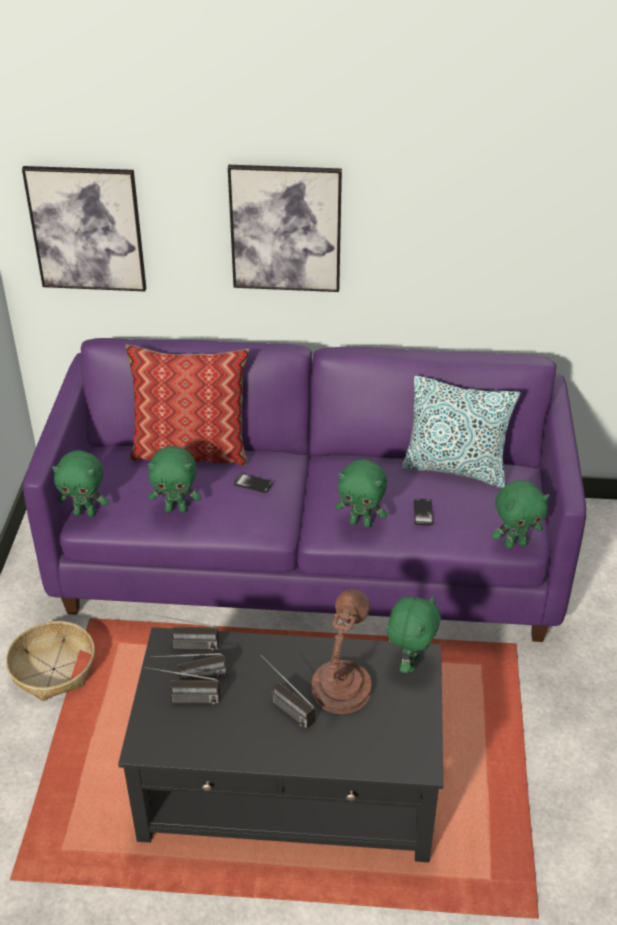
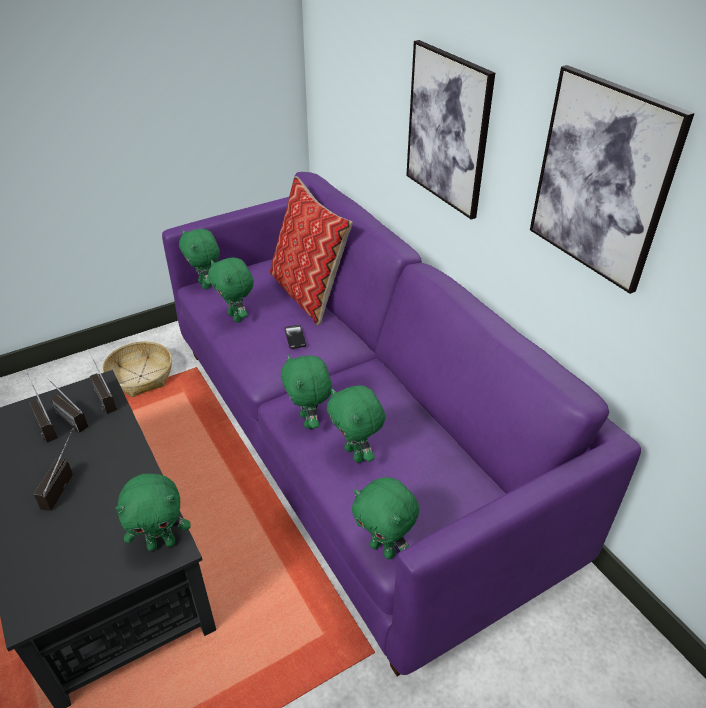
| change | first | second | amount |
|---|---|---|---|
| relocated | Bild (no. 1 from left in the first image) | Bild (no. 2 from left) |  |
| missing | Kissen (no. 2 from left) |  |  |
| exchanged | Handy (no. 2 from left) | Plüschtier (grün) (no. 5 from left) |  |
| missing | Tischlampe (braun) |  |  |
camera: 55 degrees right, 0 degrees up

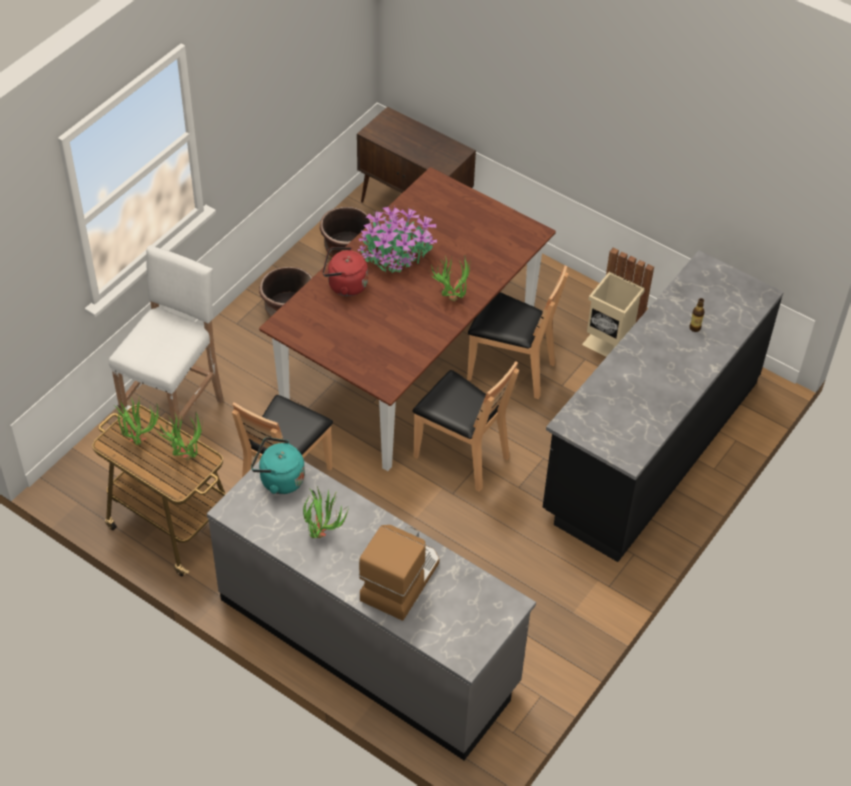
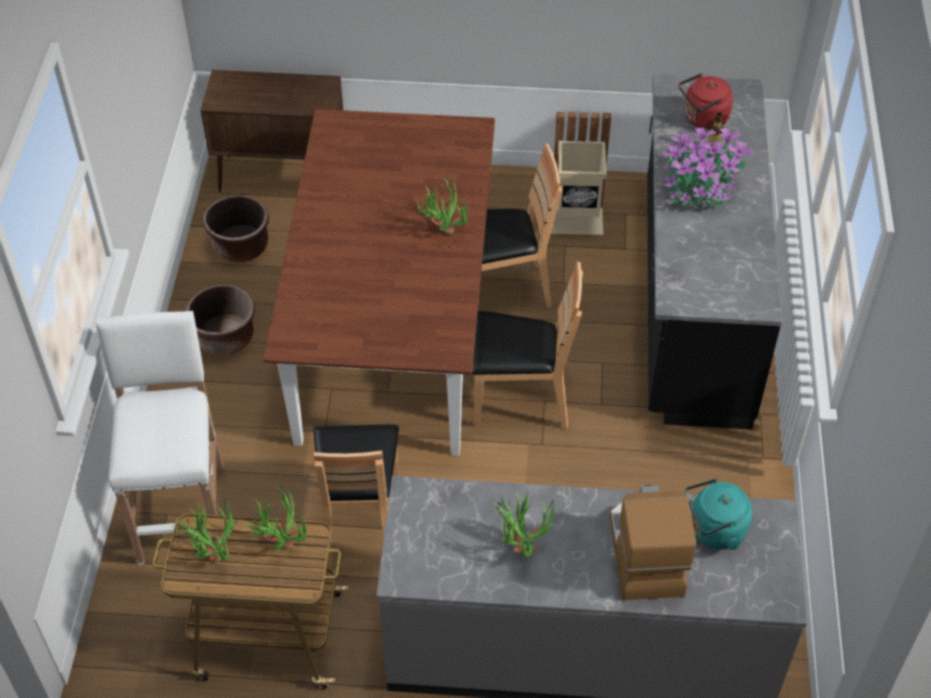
| change | first | second | amount |
|---|---|---|---|
| relocated | Topfpflanze (no. 4 from left in the first image) | Topfpflanze (no. 5 from left) |  |
| relocated | Wasserkessel (rot) |  |  |
| relocated | Wasserkessel (türkis) |  |  |
camera: 30 degrees left, 0 degrees up

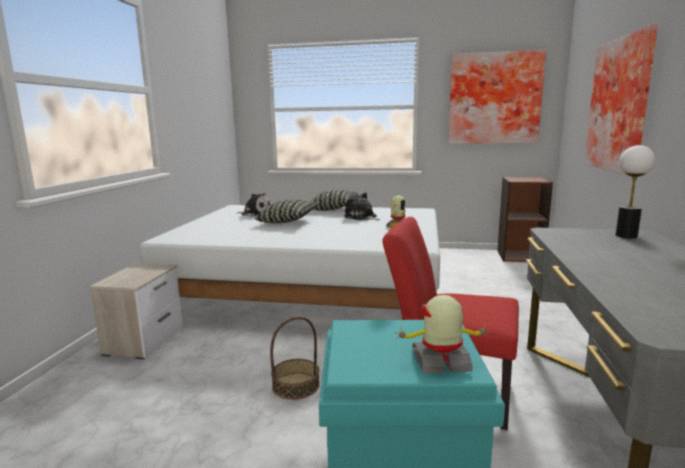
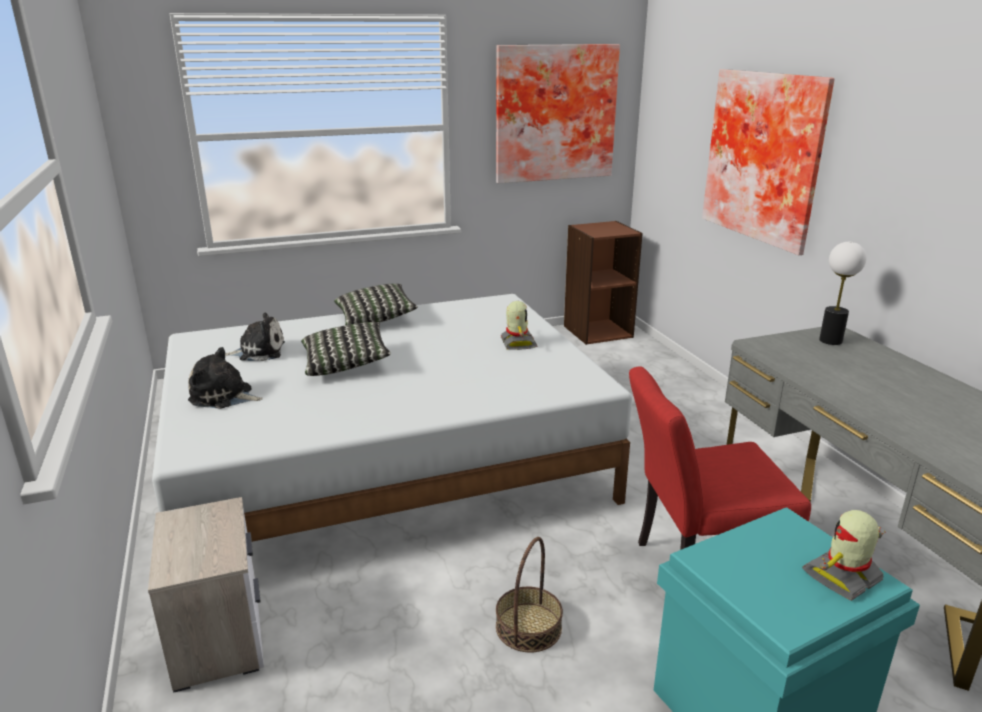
| change | first | second | amount |
|---|---|---|---|
| relocated | Plüschtier (no. 2 from left in the first image) | Plüschtier (no. 1 from left) |  |
camera: 30 degrees left, 10 degrees up

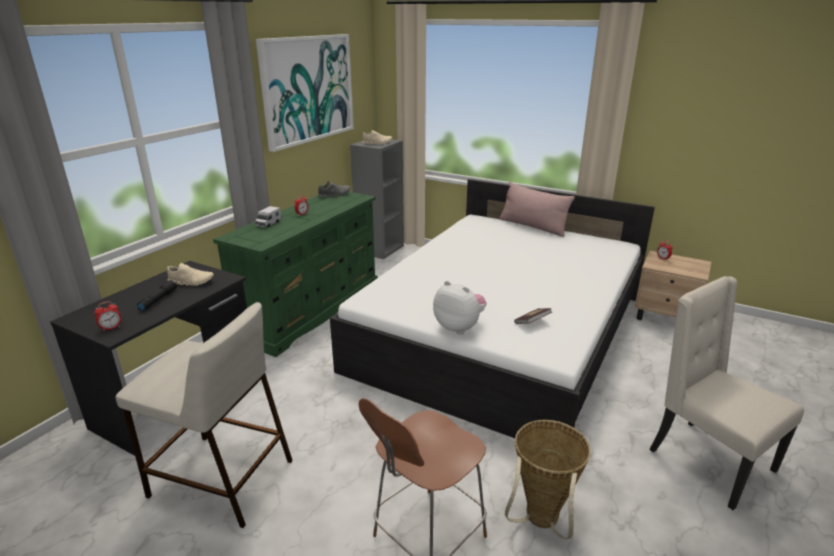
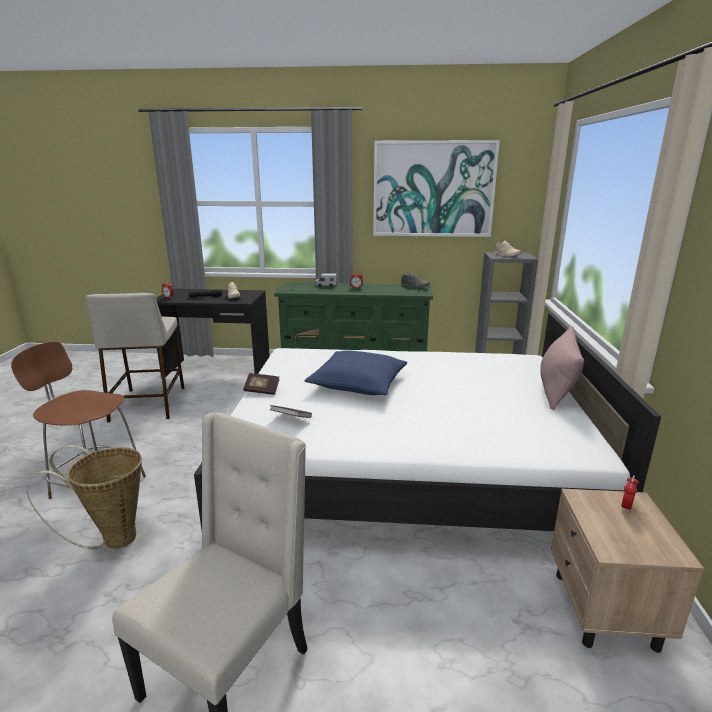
| change | first | second | amount |
|---|---|---|---|
| exchanged | Plüschtier | Buch (no. 1 from left) |  |
| appeared |  | Kissen (blau) |  |
camera: 65 degrees right, 5 degrees down

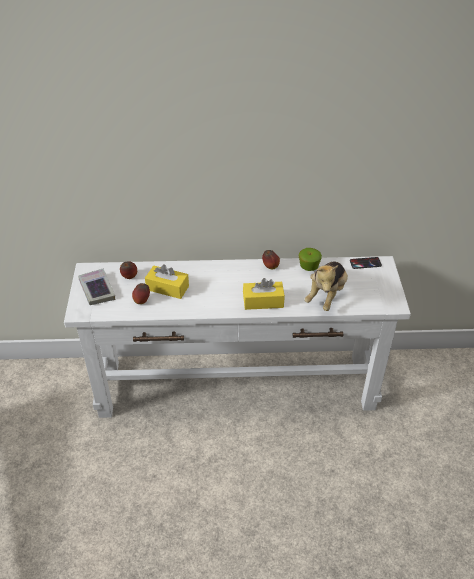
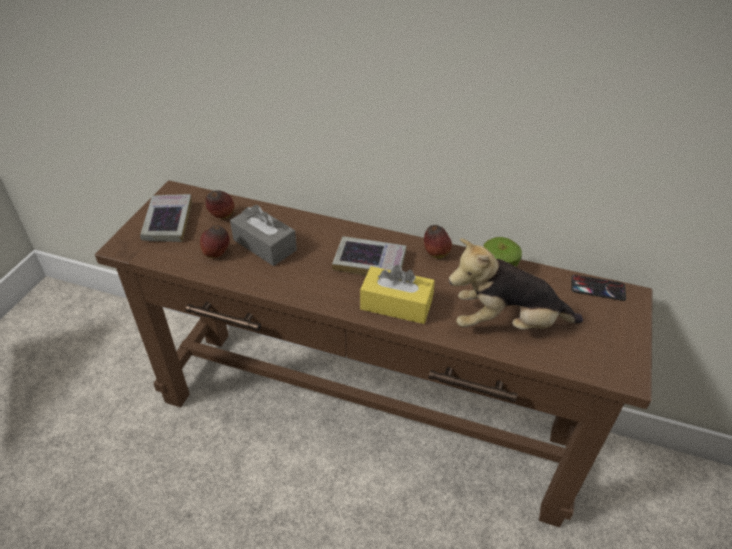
| change | first | second | amount |
|---|---|---|---|
| colour | Konsolentisch (weiß) | Konsolentisch (braun) |  |
| spun | Plüschtier |  | 45 degrees clockwise |
| colour | Taschentuchbox (gelb) (no. 1 from left) | Taschentuchbox (grau) |  |
| appeared |  | Buch (no. 2 from left) |  |
camera: 20 degrees right, 0 degrees up

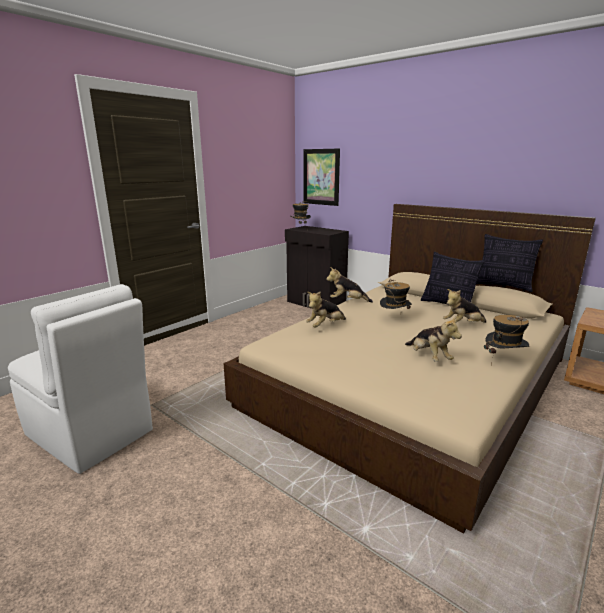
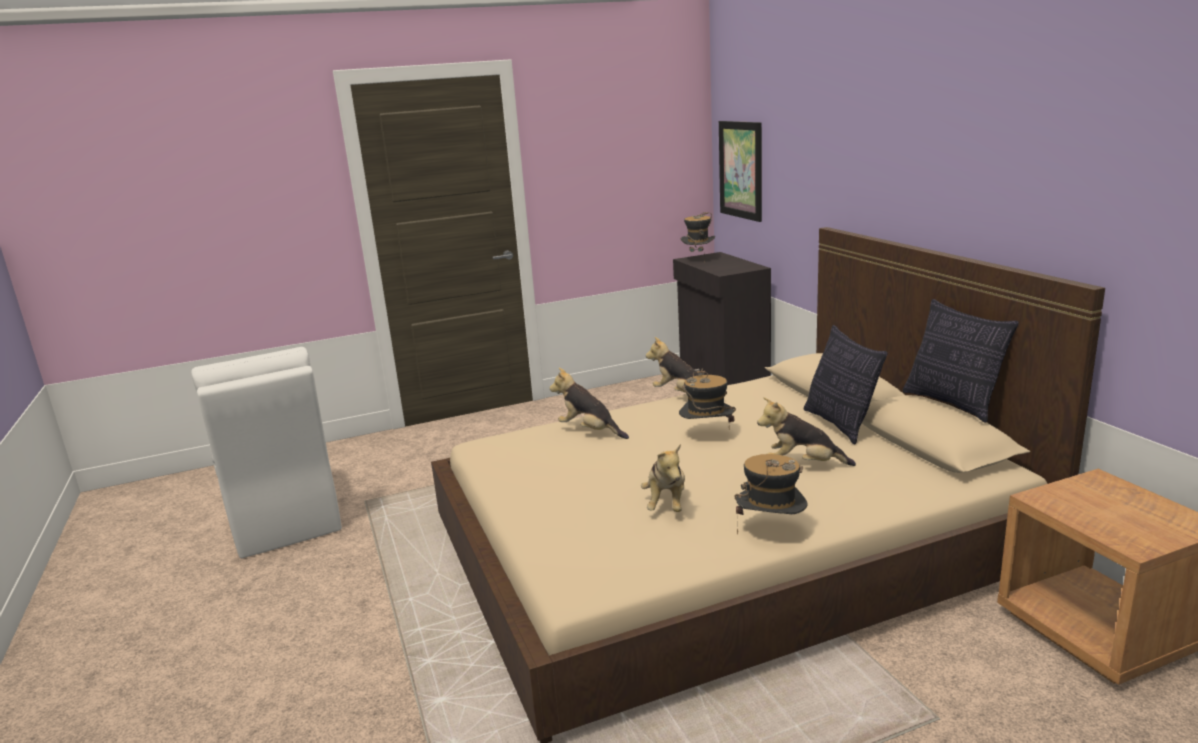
| change | first | second | amount |
|---|---|---|---|
| spun | Plüschtier (no. 1 from left) |  | 45 degrees clockwise |
camera: 30 degrees right, 0 degrees up

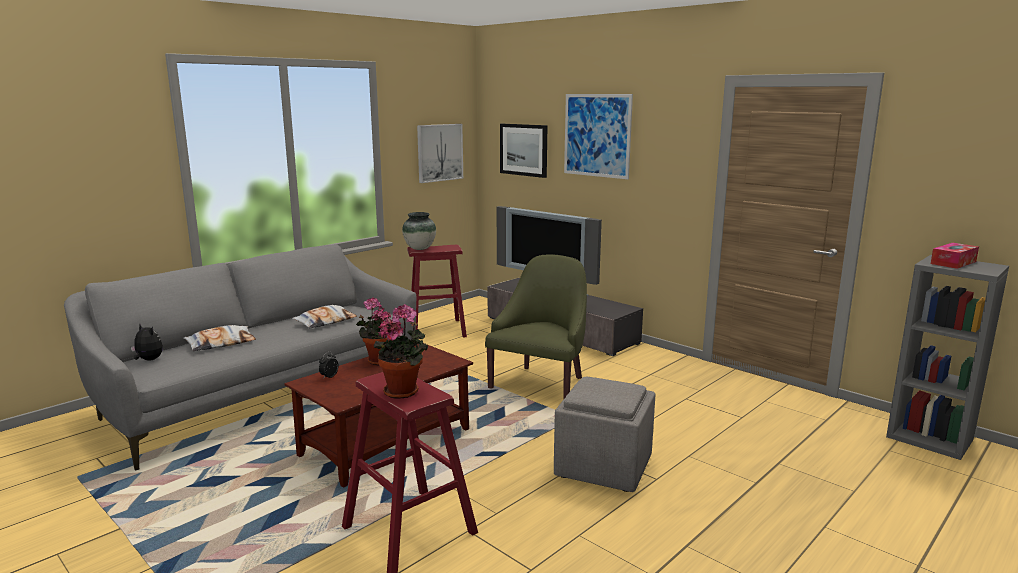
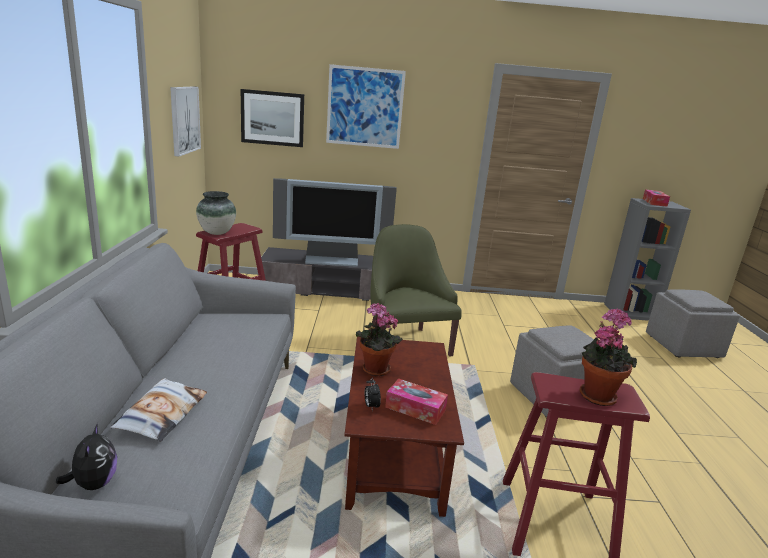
| change | first | second | amount |
|---|---|---|---|
| missing | Kissen (no. 2 from left) |  |  |
| spun | Plüschtier |  | 90 degrees clockwise |
| appeared |  | Polsterhocker (grau) (no. 2 from left) |  |
| appeared |  | Taschentuchbox (no. 1 from left) |  |
camera: 45 degrees left, 5 degrees up

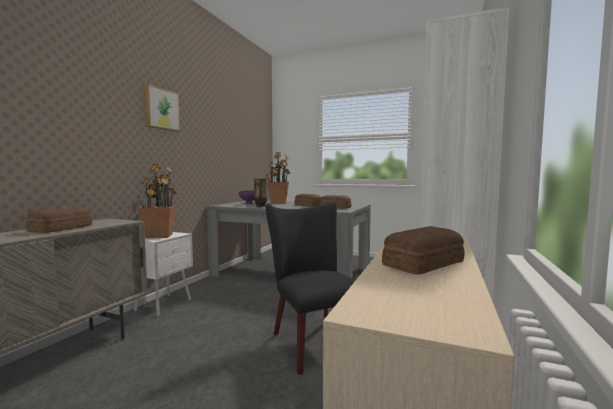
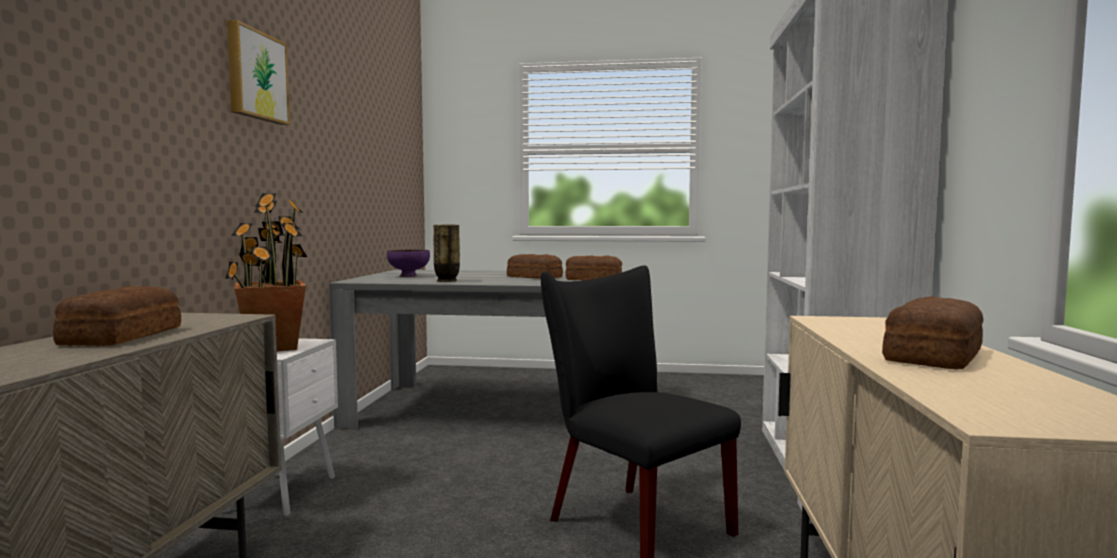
| change | first | second | amount |
|---|---|---|---|
| missing | Topfpflanze (no. 2 from left) |  |  |
camera: 15 degrees left, 0 degrees up

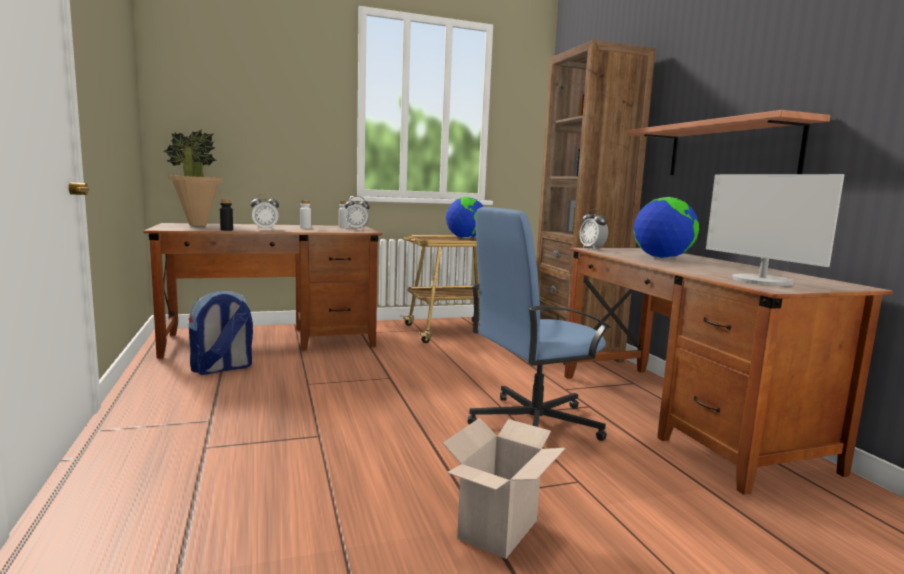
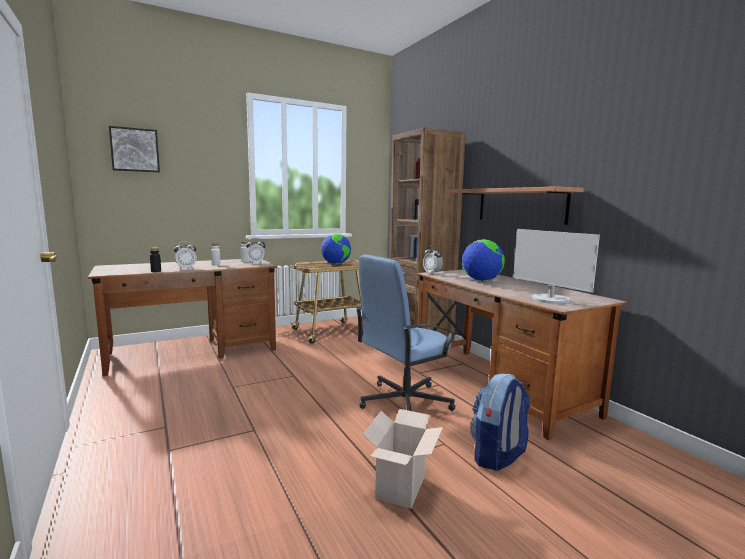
| change | first | second | amount |
|---|---|---|---|
| missing | Topfpflanze |  |  |
| relocated | Rucksack |  |  |
| appeared |  | Bild |  |
camera: 10 degrees left, 0 degrees up

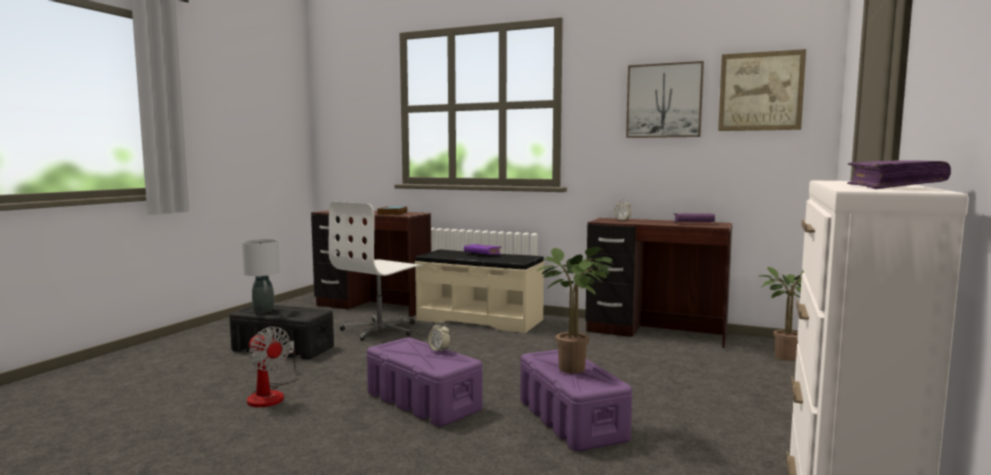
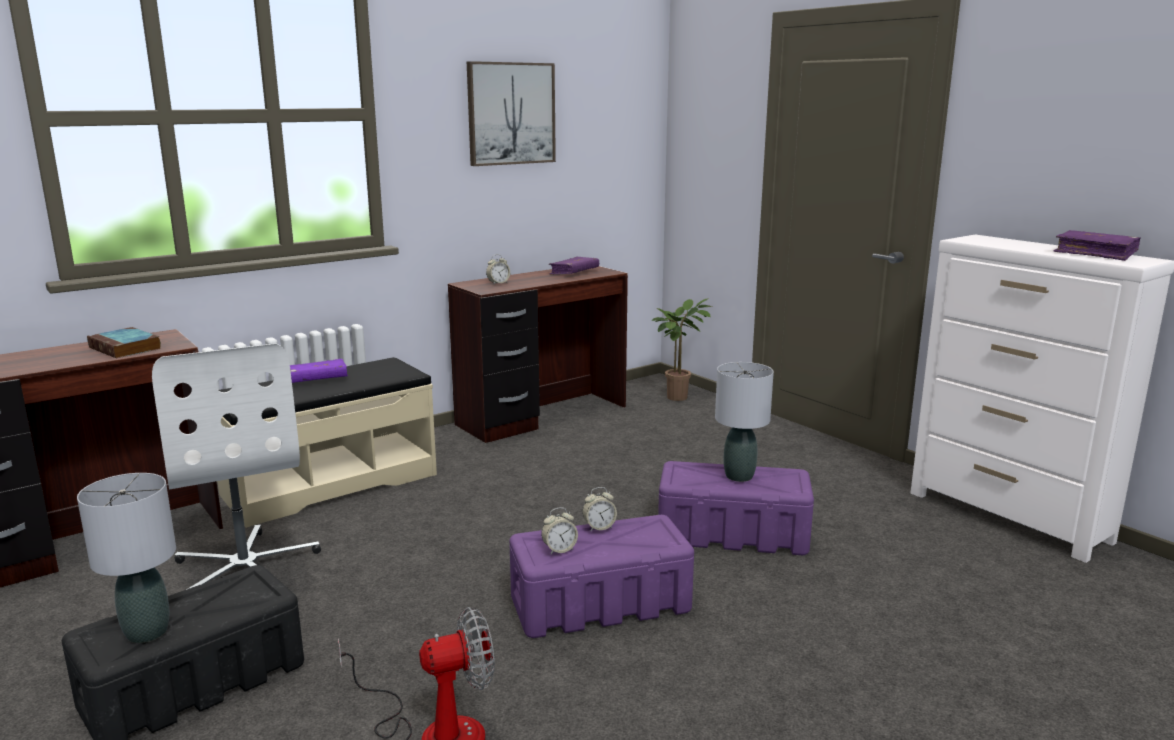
| change | first | second | amount |
|---|---|---|---|
| missing | Bild (no. 2 from left) |  |  |
| exchanged | Topfpflanze (no. 1 from left) | Tischlampe (grau) (no. 2 from left) |  |
| appeared |  | Wecker (no. 2 from left) |  |
camera: 60 degrees left, 10 degrees up

